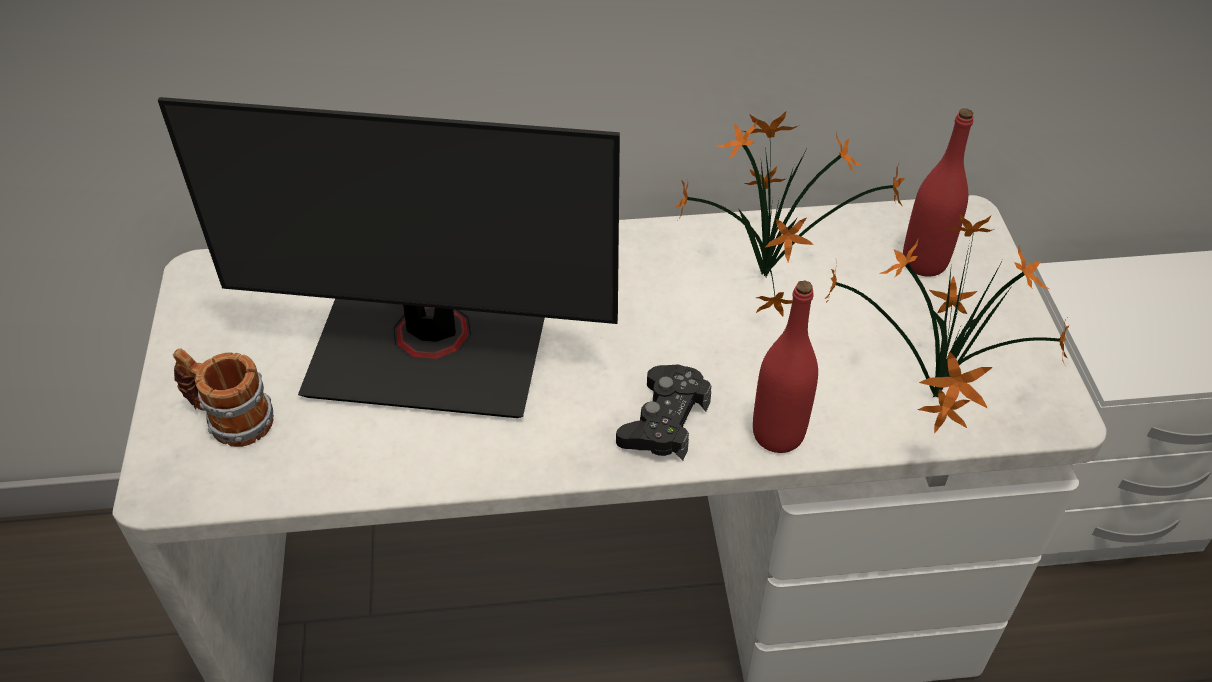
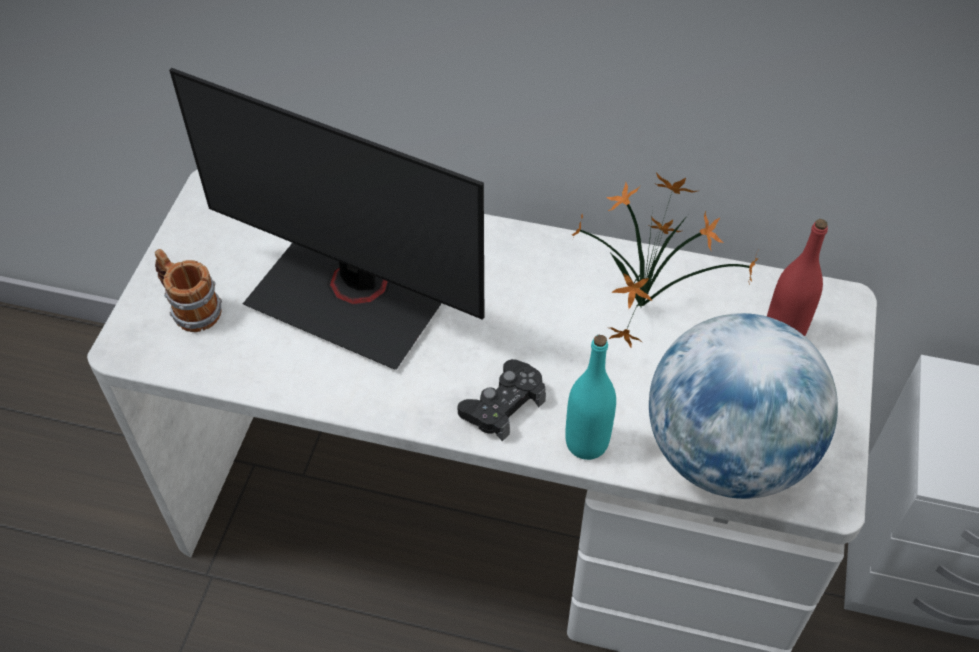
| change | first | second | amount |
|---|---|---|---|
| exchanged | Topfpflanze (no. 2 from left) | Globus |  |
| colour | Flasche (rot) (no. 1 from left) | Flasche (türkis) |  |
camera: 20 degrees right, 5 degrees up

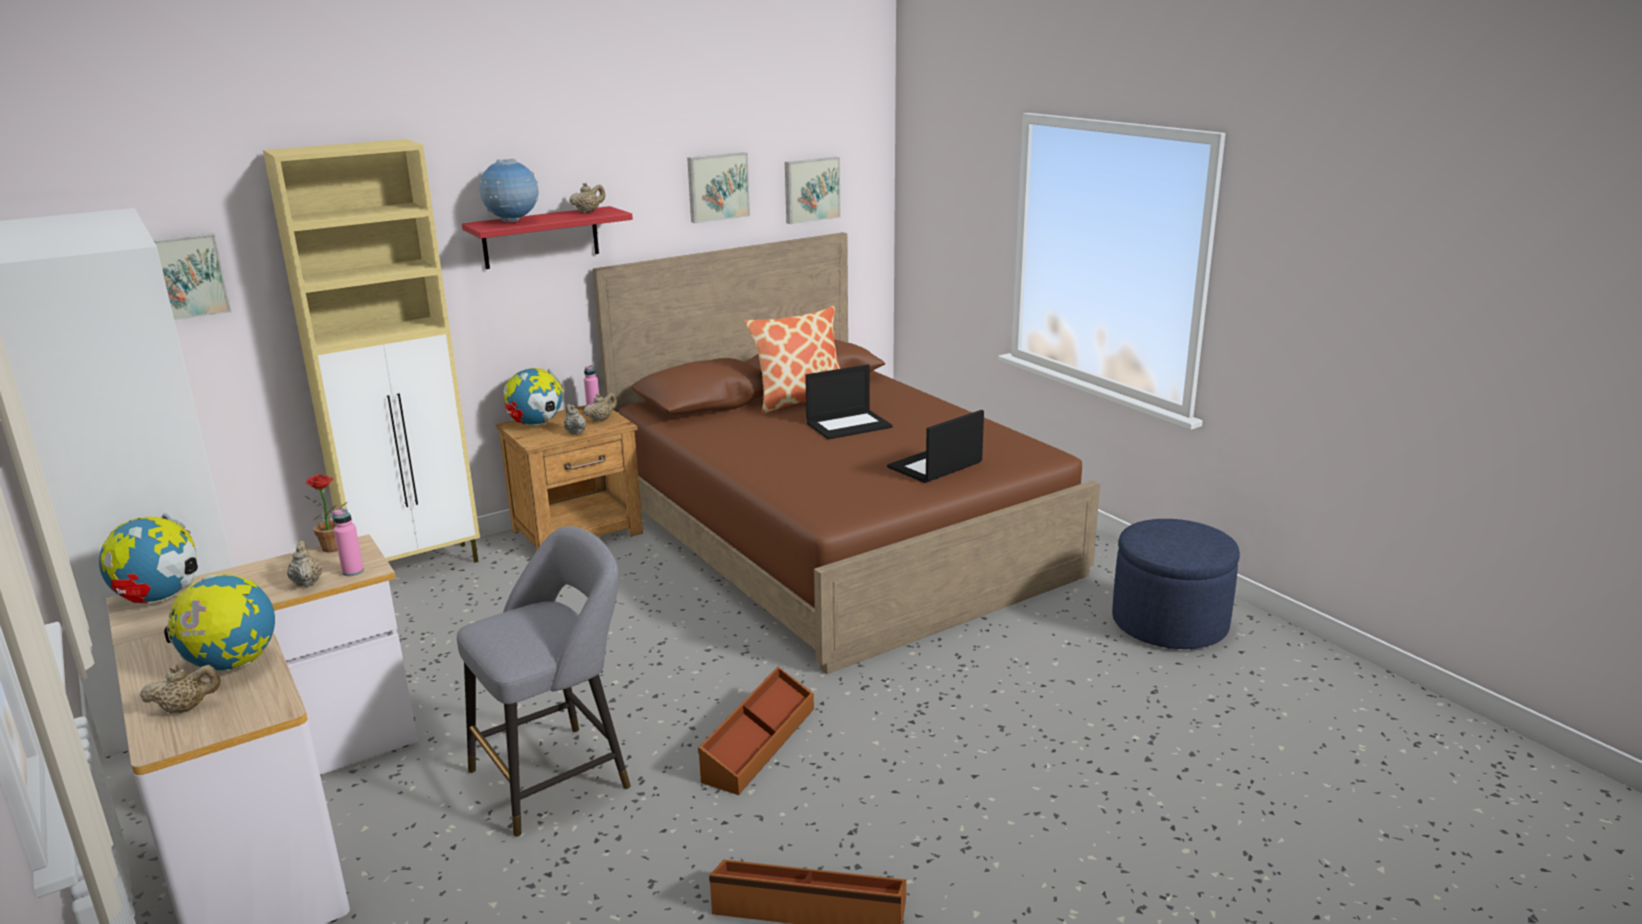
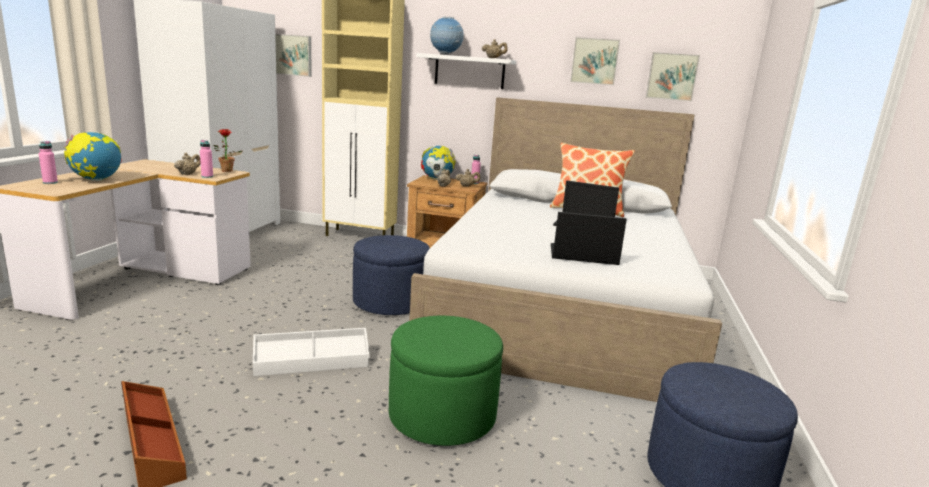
| change | first | second | amount |
|---|---|---|---|
| colour | Wandregal (rot) | Wandregal (weiß) |  |
| colour | Bett (braun) | Bett (weiß) |  |
| missing | Globus (no. 1 from left) |  |  |
| missing | Hocker (grau) |  |  |
| exchanged | Teekanne (beige) (no. 1 from left) | Flasche (rosa) (no. 1 from left) |  |
| colour | Aufbewahrungsbox (braun) (no. 1 from left) | Aufbewahrungsbox (weiß) |  |
| appeared |  | Polsterhocker (blau) (no. 1 from left) |  |
| appeared |  | Polsterhocker (grün) |  |
camera: 45 degrees right, 5 degrees down

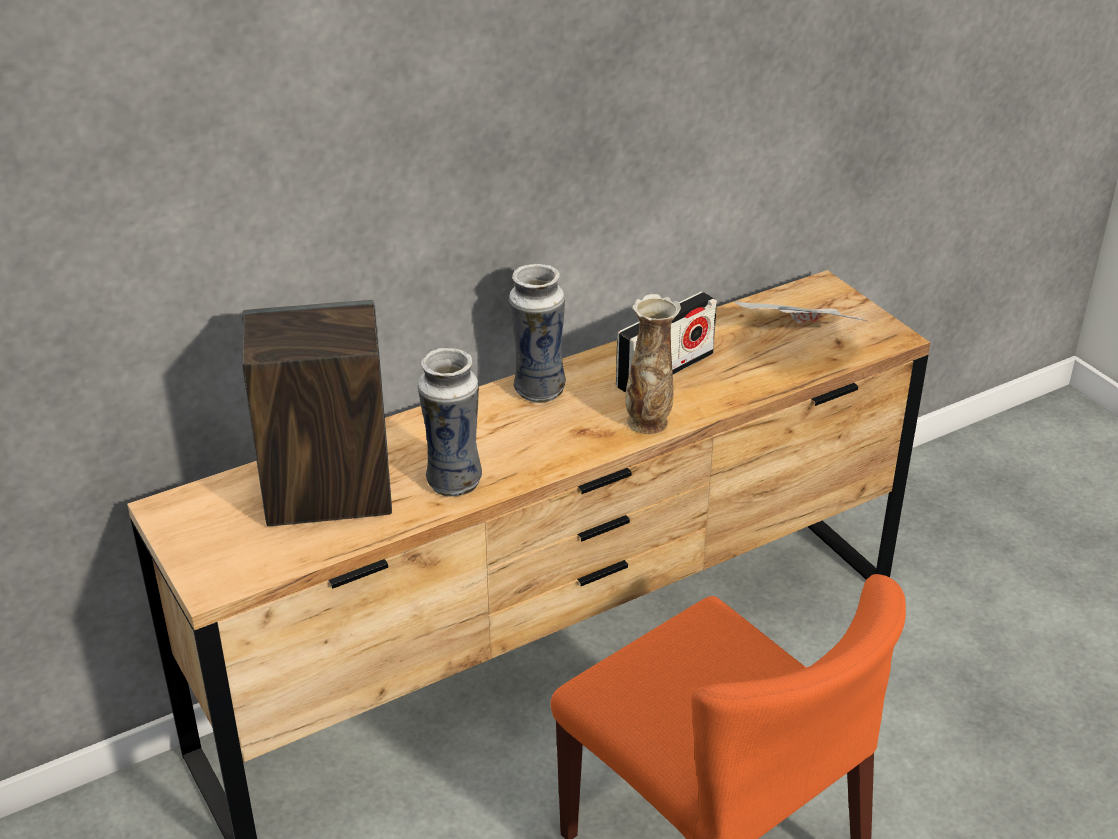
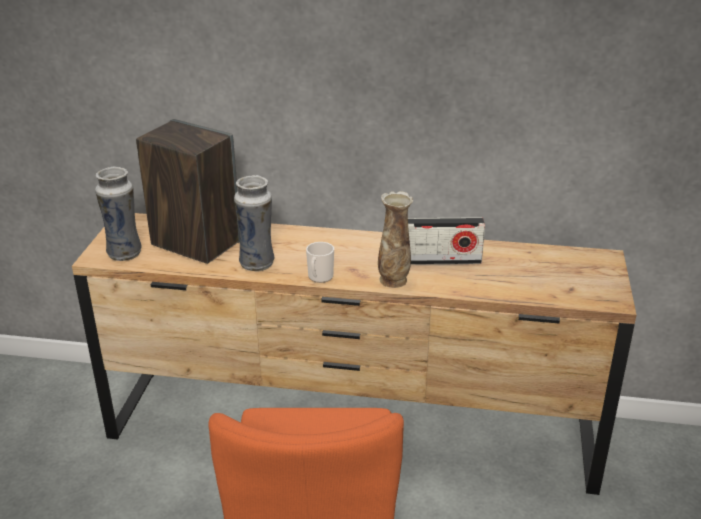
| change | first | second | amount |
|---|---|---|---|
| relocated | Vase (no. 2 from left in the first image) | Vase (no. 1 from left) |  |
| missing | Zeitung |  |  |
| appeared |  | Henkelbecher |  |
camera: 40 degrees right, 5 degrees down

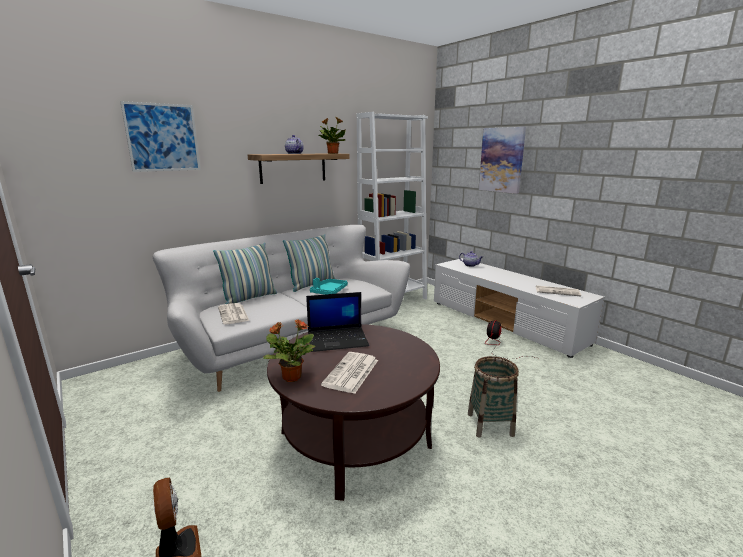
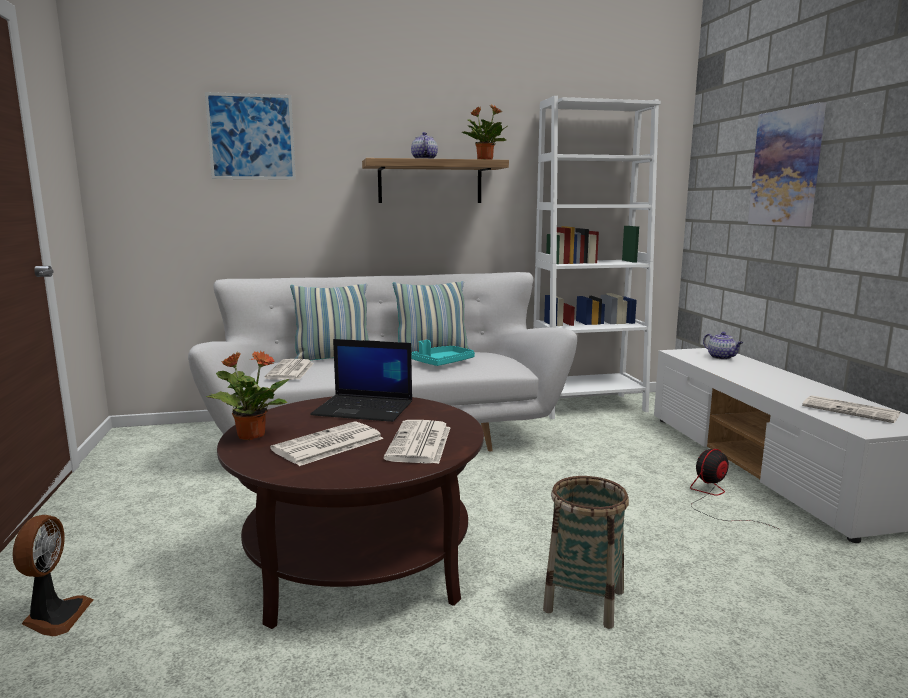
| change | first | second | amount |
|---|---|---|---|
| appeared |  | Zeitung (no. 3 from left) |  |
camera: 25 degrees right, 5 degrees down

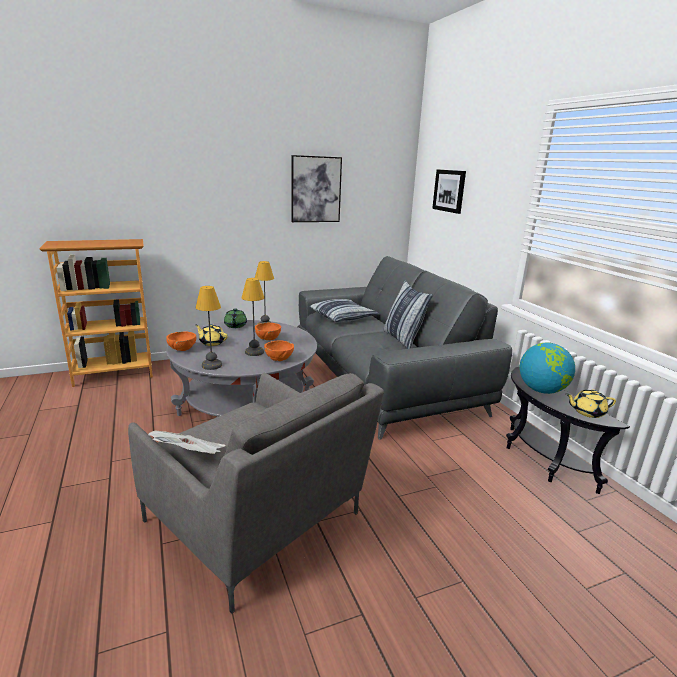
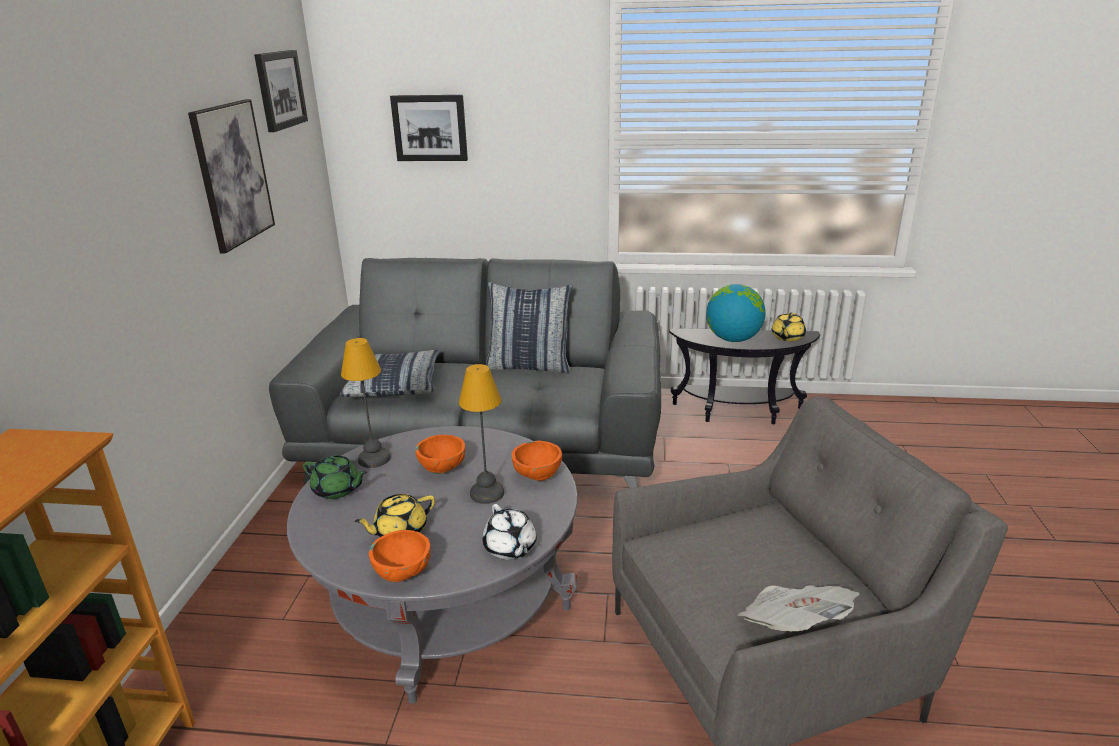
| change | first | second | amount |
|---|---|---|---|
| exchanged | Tischlampe (no. 1 from left) | Teekanne (weiß) |  |
| appeared |  | Bild (no. 2 from left) |  |
camera: 60 degrees left, 5 degrees up

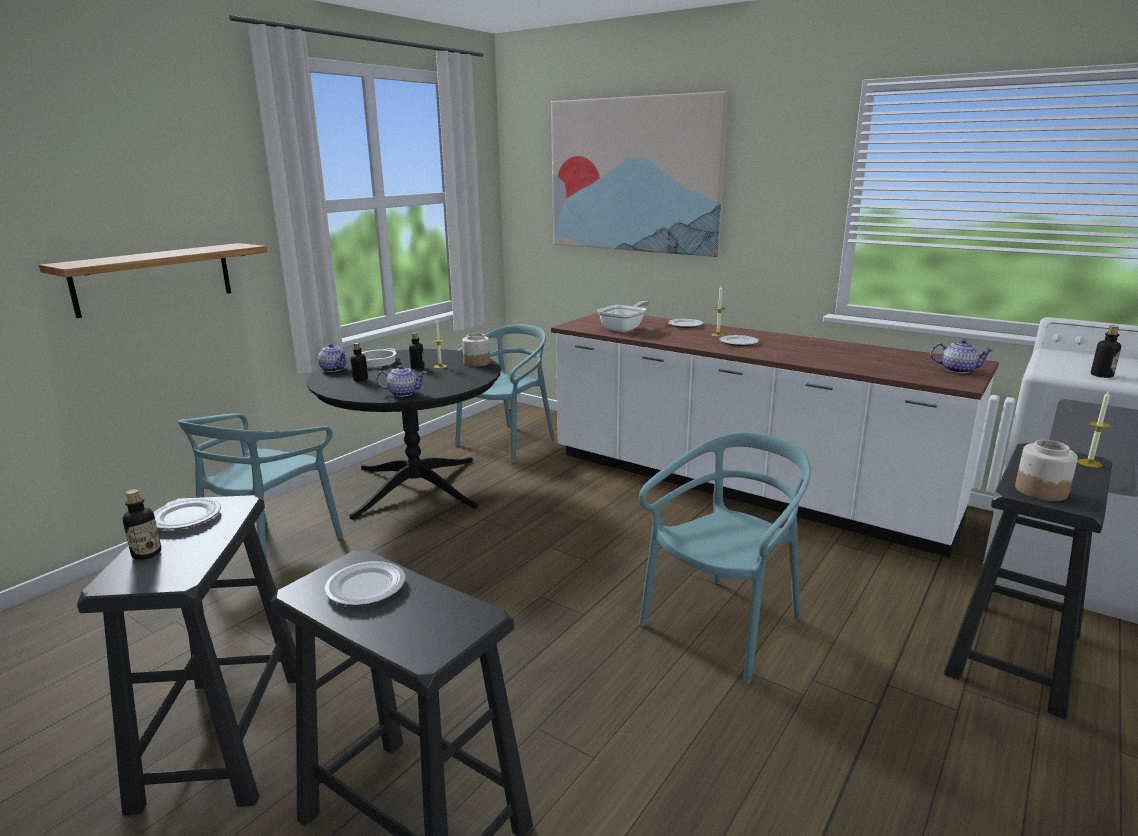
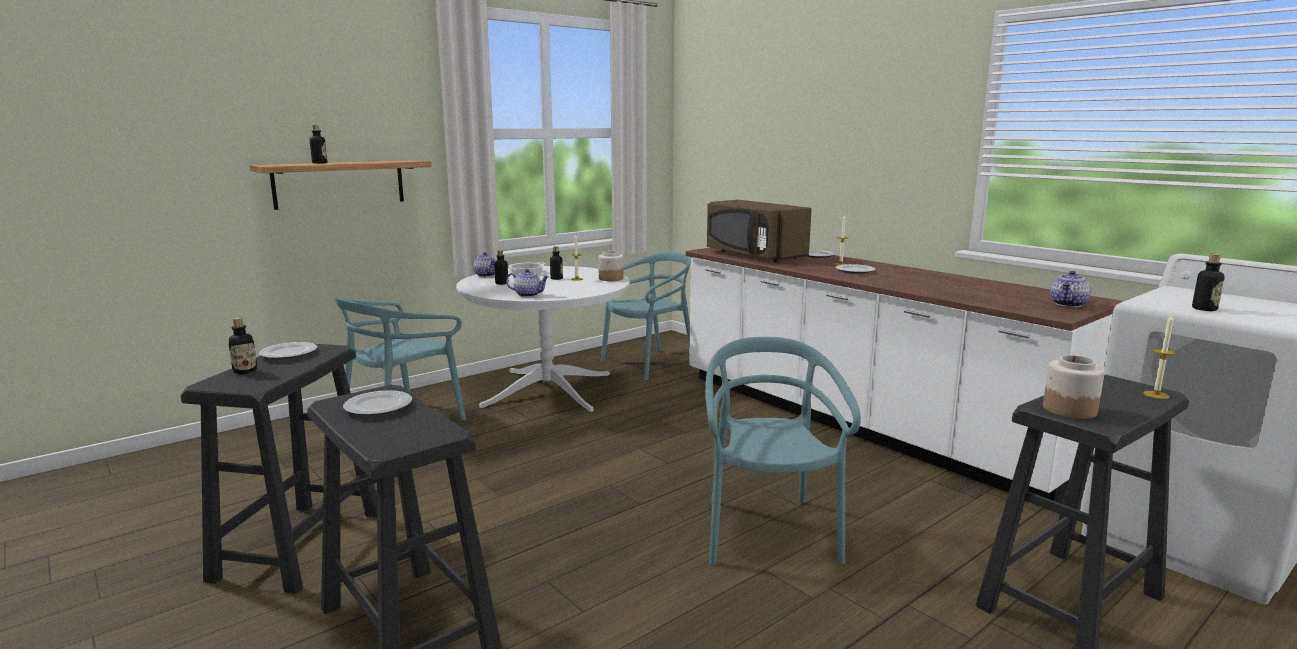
| change | first | second | amount |
|---|---|---|---|
| missing | Bild |  |  |
| exchanged | Pfanne | Mikrowelle (braun) |  |
| spun | Teekanne (no. 3 from left) |  | 90 degrees clockwise |
| colour | Esstisch (schwarz) | Esstisch (weiß) |  |
| spun | Stuhl (türkis) (no. 3 from left) |  | 60 degrees counterclockwise |
| appeared |  | Flasche (no. 2 from left) |  |
camera: 15 degrees right, 5 degrees down

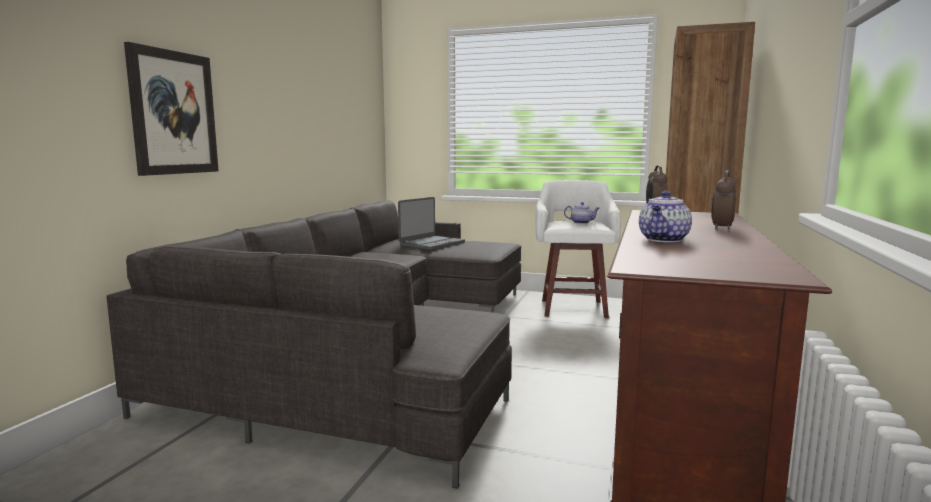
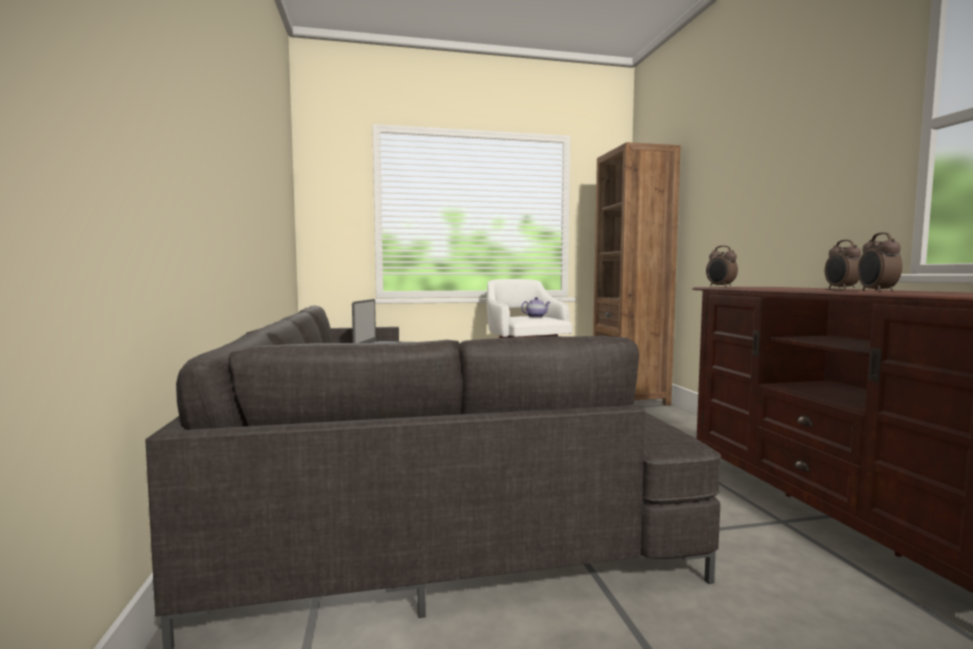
| change | first | second | amount |
|---|---|---|---|
| missing | Bild |  |  |
| exchanged | Teekanne (no. 2 from left) | Wecker (no. 3 from left) |  |
camera: 30 degrees left, 5 degrees down

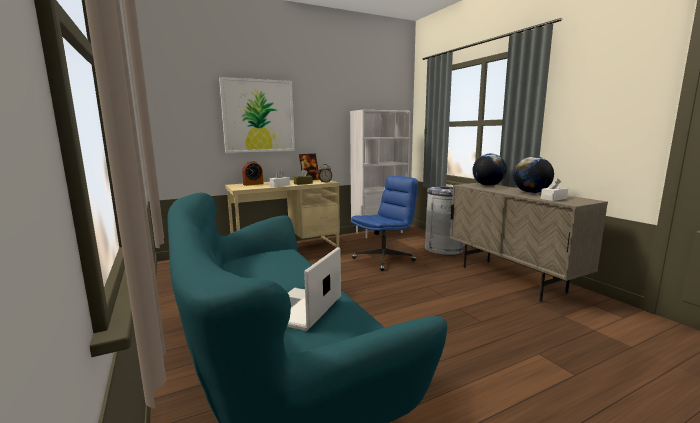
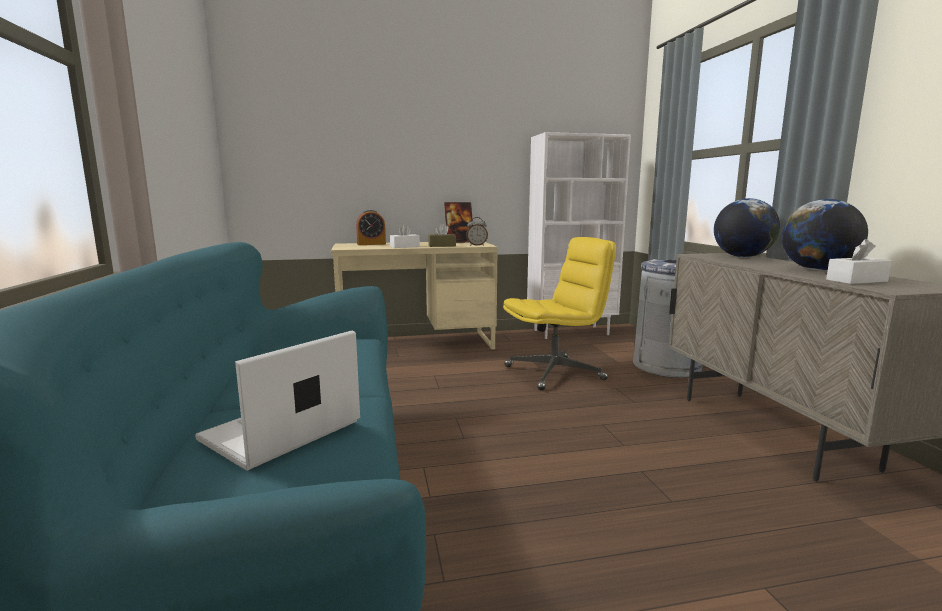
| change | first | second | amount |
|---|---|---|---|
| missing | Bild |  |  |
| colour | Bürostuhl (blau) | Bürostuhl (gelb) |  |
camera: 15 degrees right, 0 degrees up

